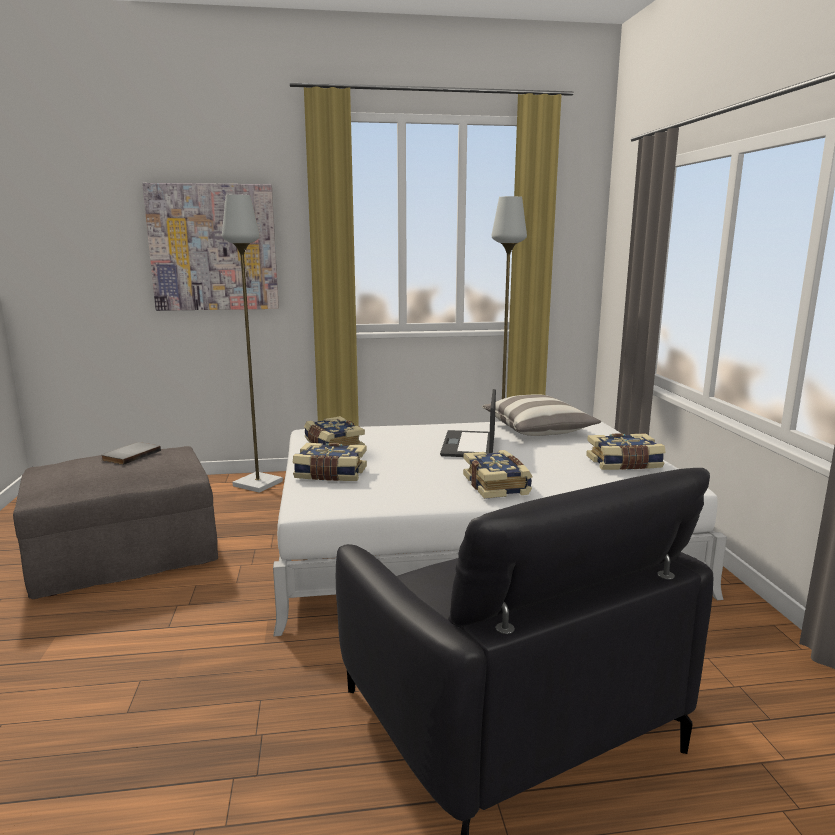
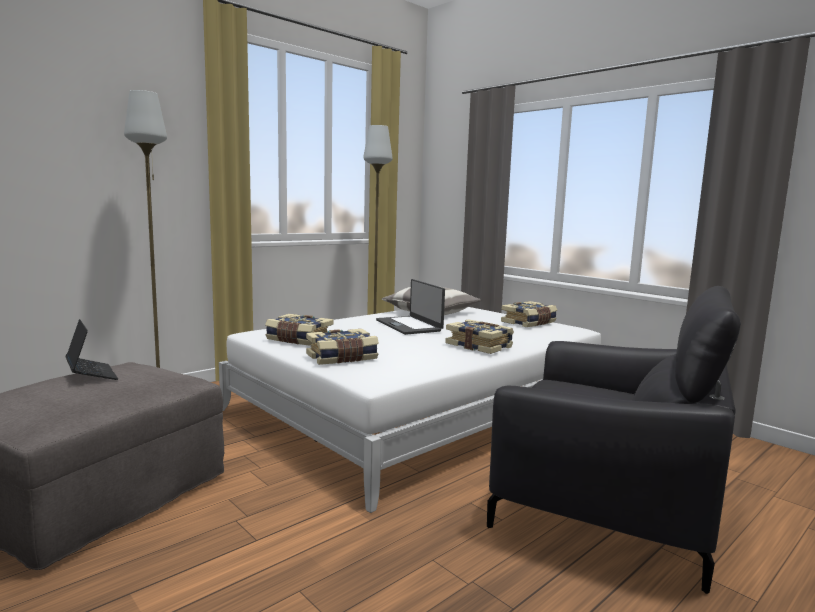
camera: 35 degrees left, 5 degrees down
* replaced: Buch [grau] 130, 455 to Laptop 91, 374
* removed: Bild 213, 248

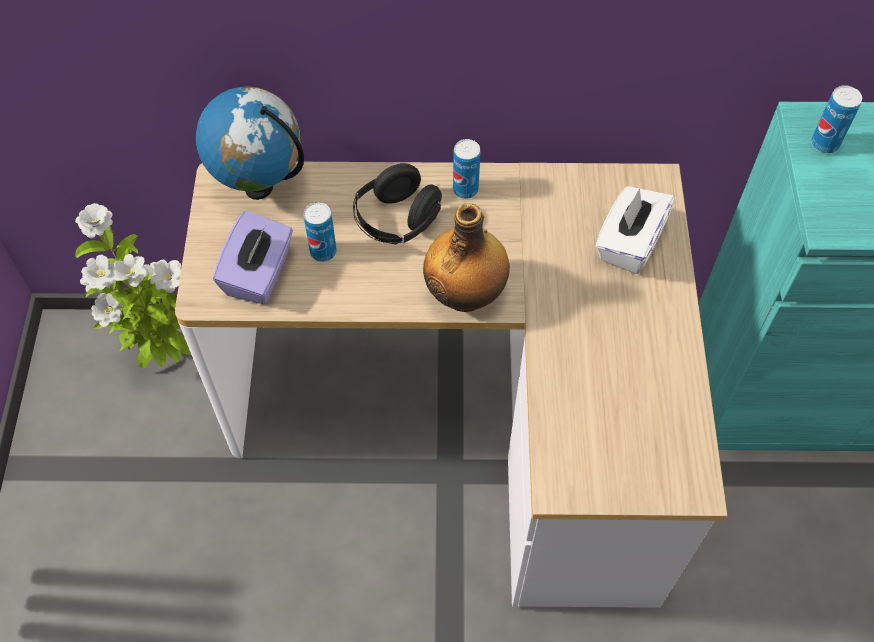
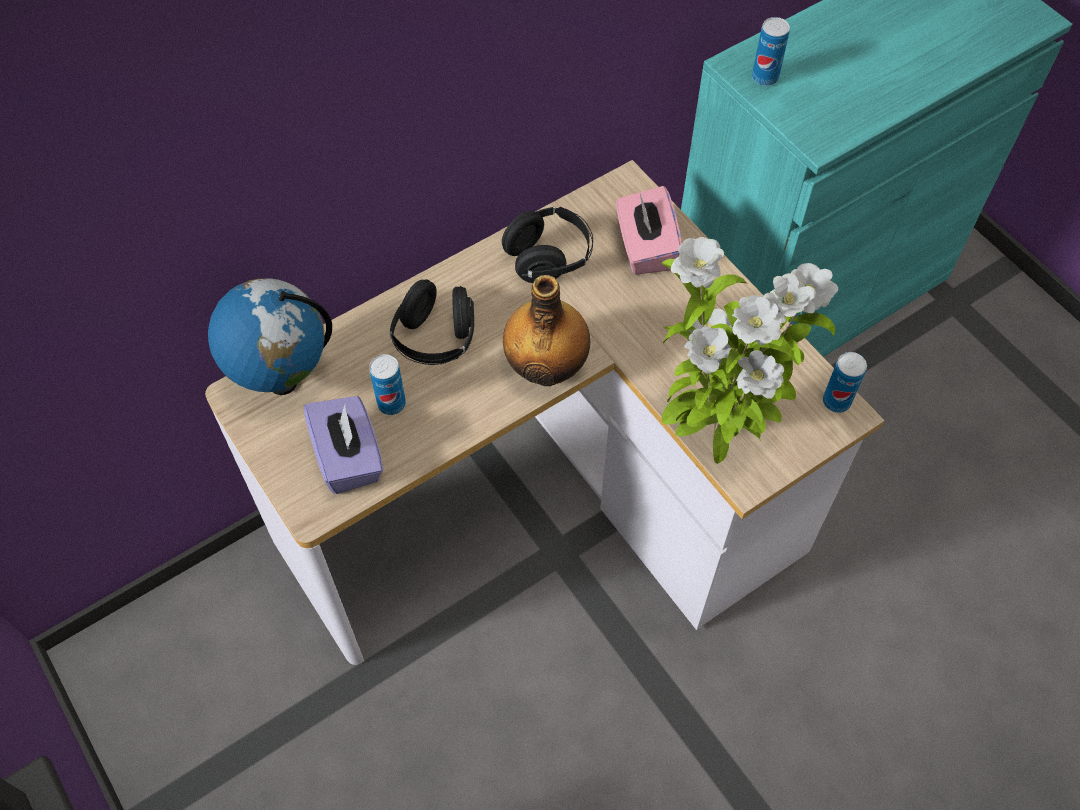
camera: 35 degrees left, 0 degrees up
* added: Kopfhörer [schwarz] 549, 258
* recoloured: Taschentuchbox [weiß] 629, 243 to Taschentuchbox [rosa] 645, 248
* moved: Topfpflanze 164, 354 to 715, 437
* moved: Dose 465, 189 to 836, 401

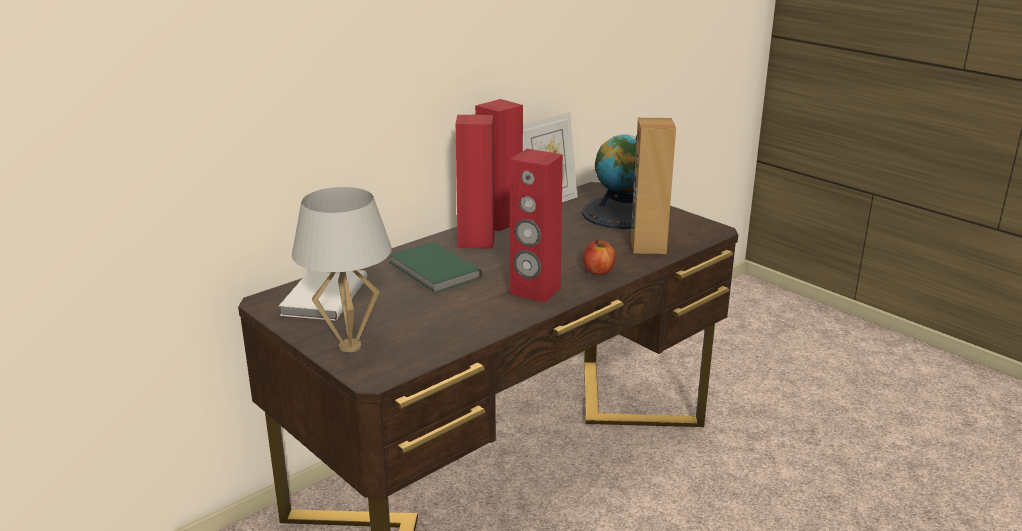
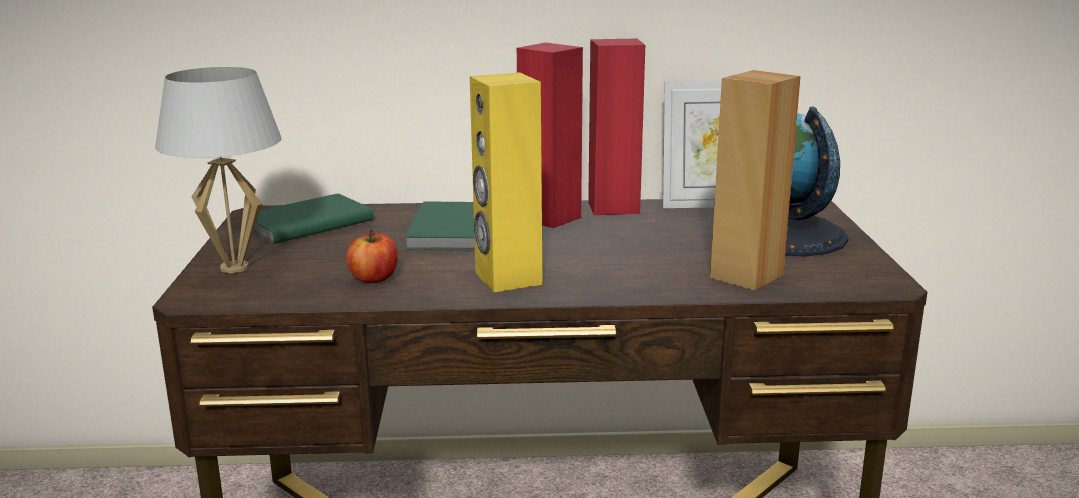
camera: 40 degrees right, 5 degrees down
* recoloured: Buch [weiß] 322, 297 to Buch [grün] 305, 223
* moved: Apfel 598, 271 to 374, 278
* recoloured: Lautsprecher [rot] 535, 291 to Lautsprecher [gelb] 507, 278

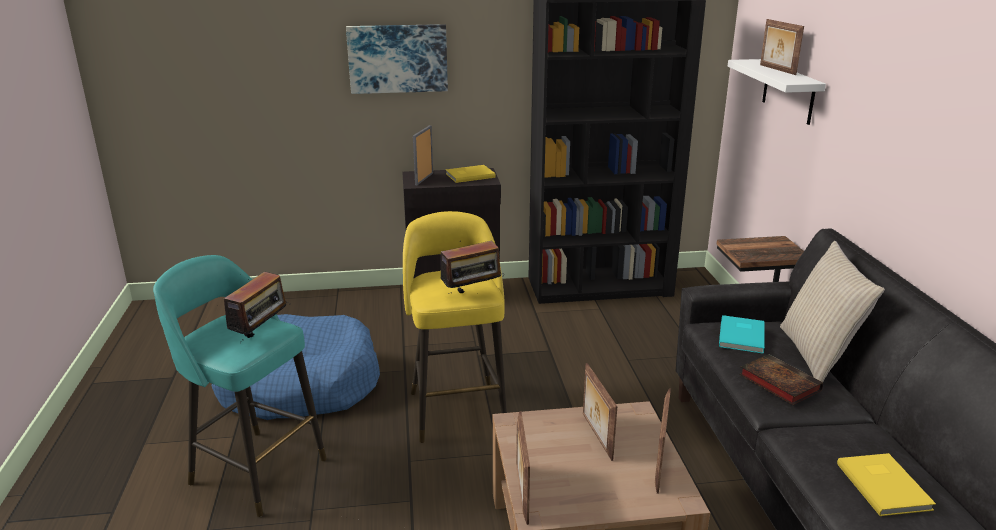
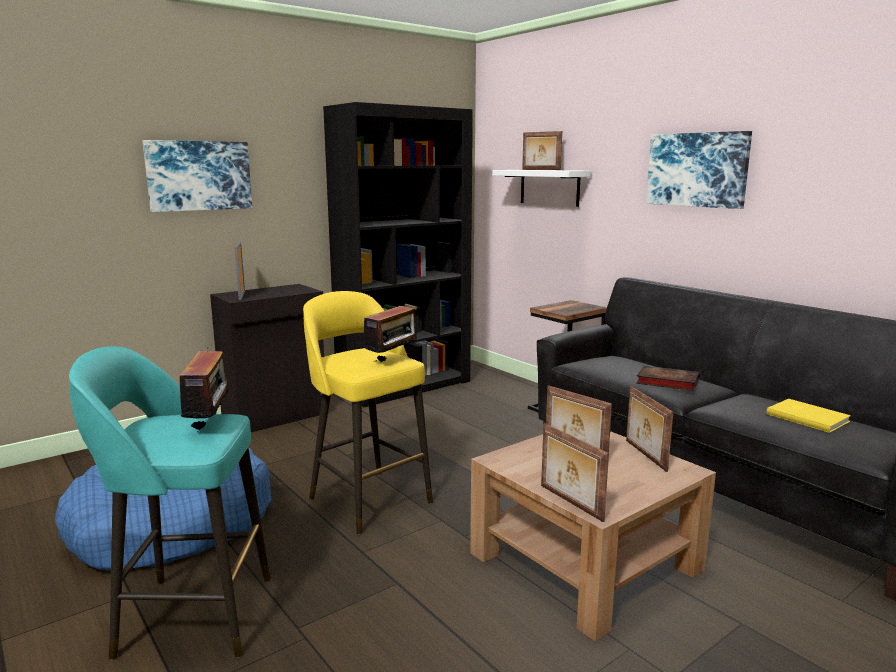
camera: 30 degrees left, 10 degrees down
* added: Bild 697, 169
* removed: Buch [gelb] 469, 175
* removed: Buch [türkis] 743, 336
* removed: Kissen [beige] 818, 355

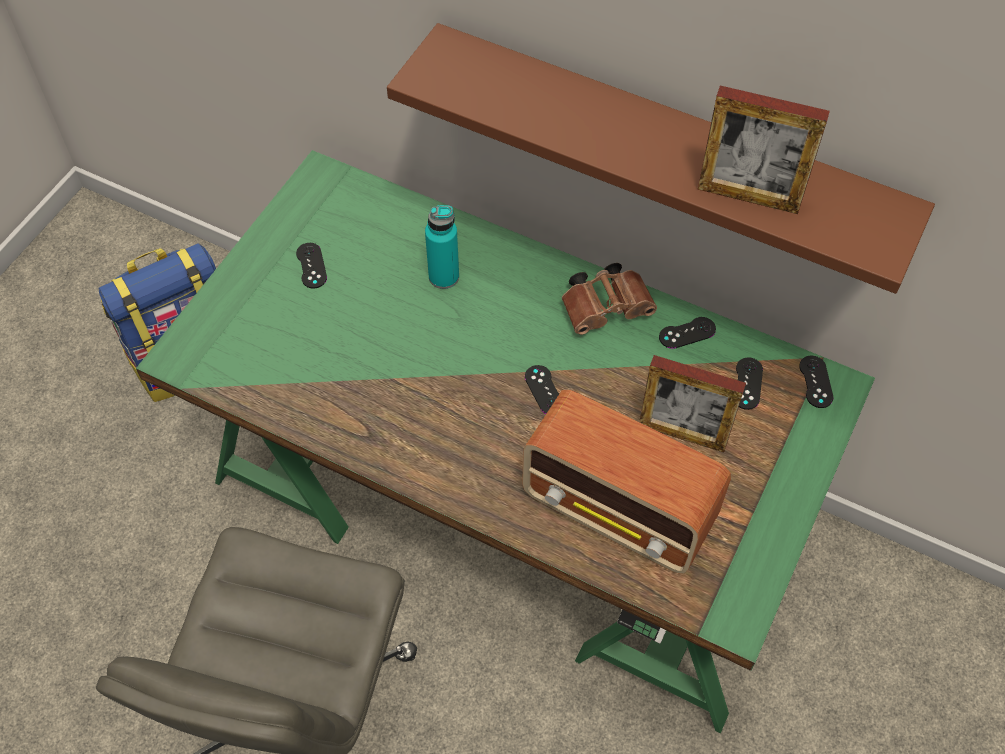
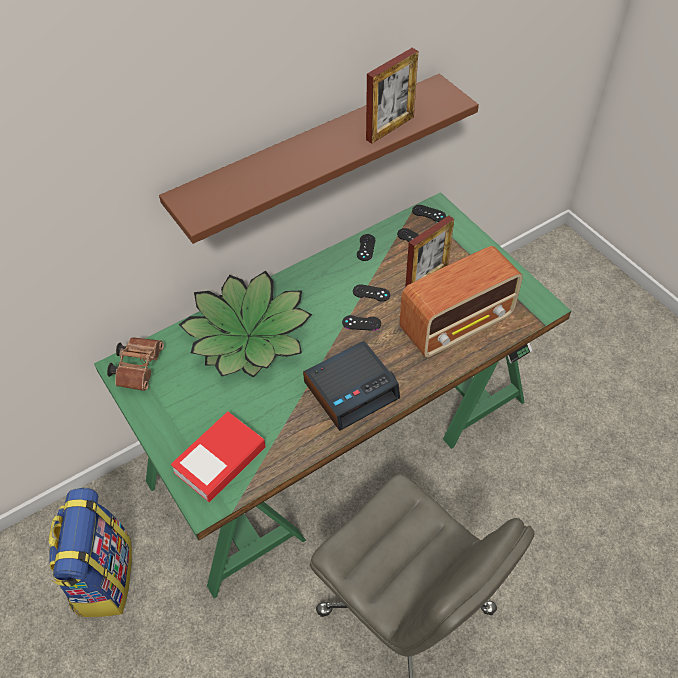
camera: 60 degrees left, 5 degrees down
* moved: Fernglas [braun] 608, 308 to 139, 367
* added: Buch 220, 460
* replaced: Flasche [türkis] 444, 277 to Topfpflanze 249, 336
* added: Wecker 351, 389
* moved: Gamepad [schwarz] 311, 265 to 371, 293

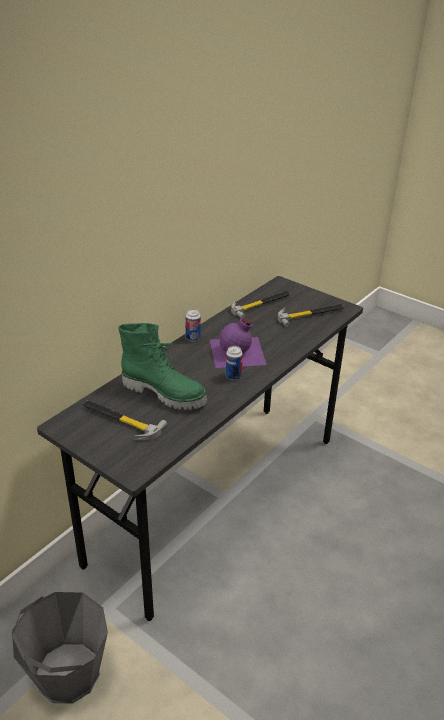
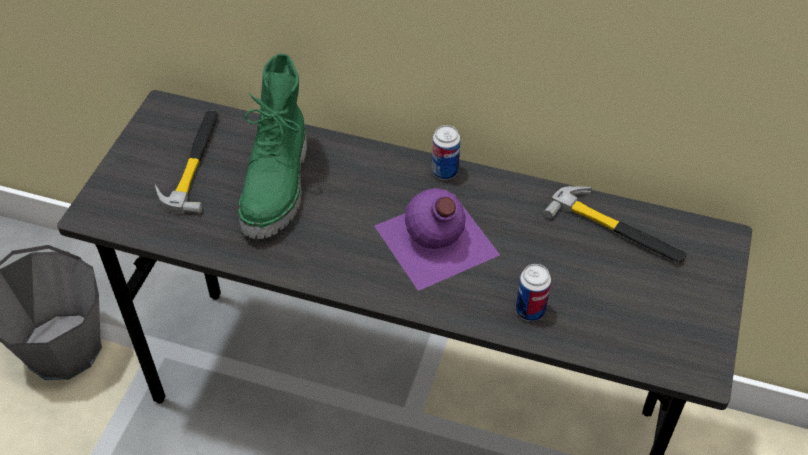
camera: 70 degrees right, 15 degrees up
* moved: Dose 233, 376 to 530, 310
* removed: Hammer 310, 314

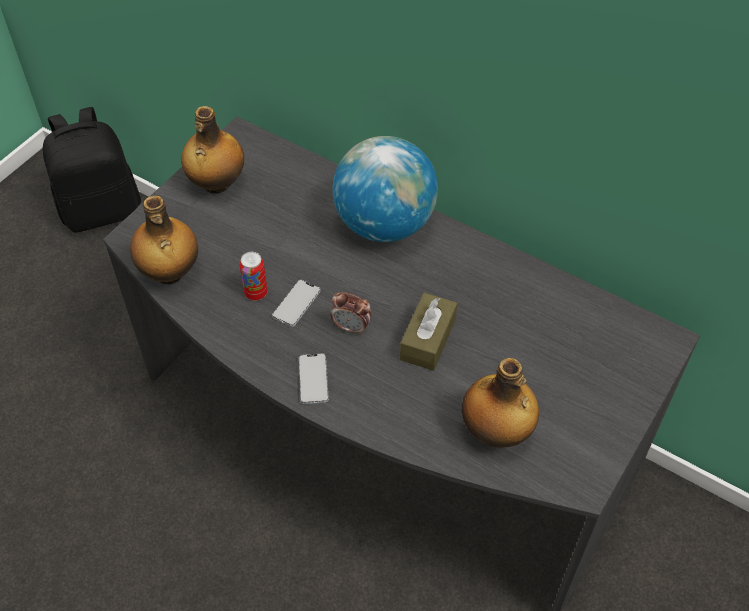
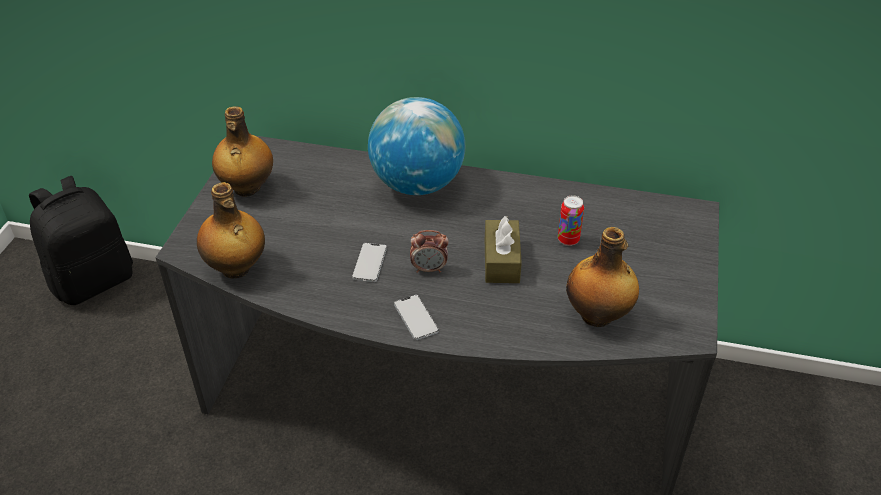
camera: 20 degrees left, 10 degrees down
* moved: Dose 256, 293 to 568, 240

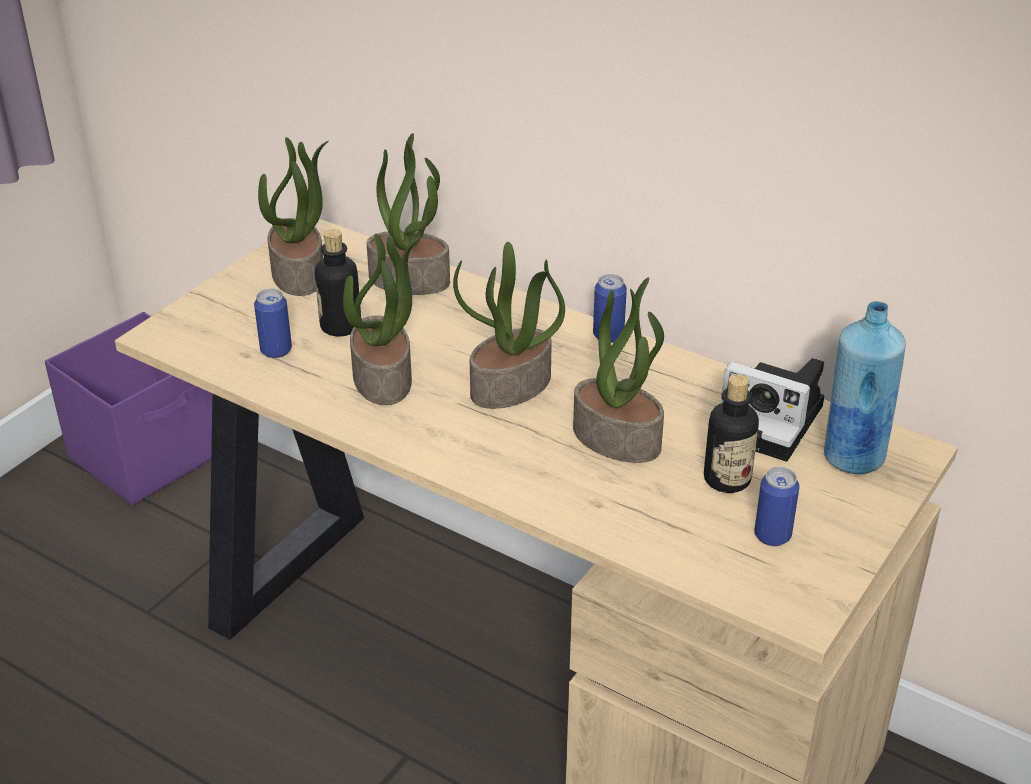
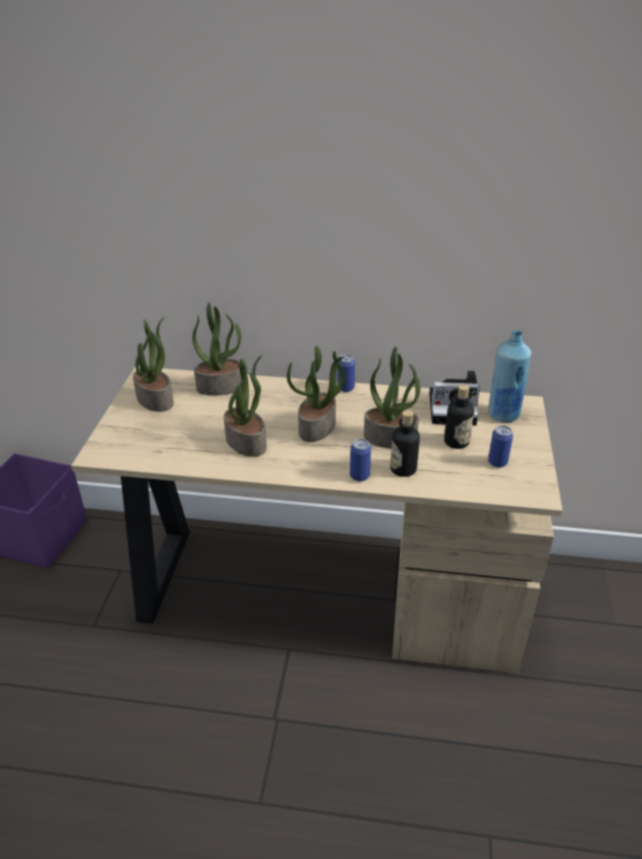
camera: 25 degrees left, 0 degrees up
* moved: Dose 276, 350 to 359, 476
* moved: Flasche 340, 326 to 403, 469

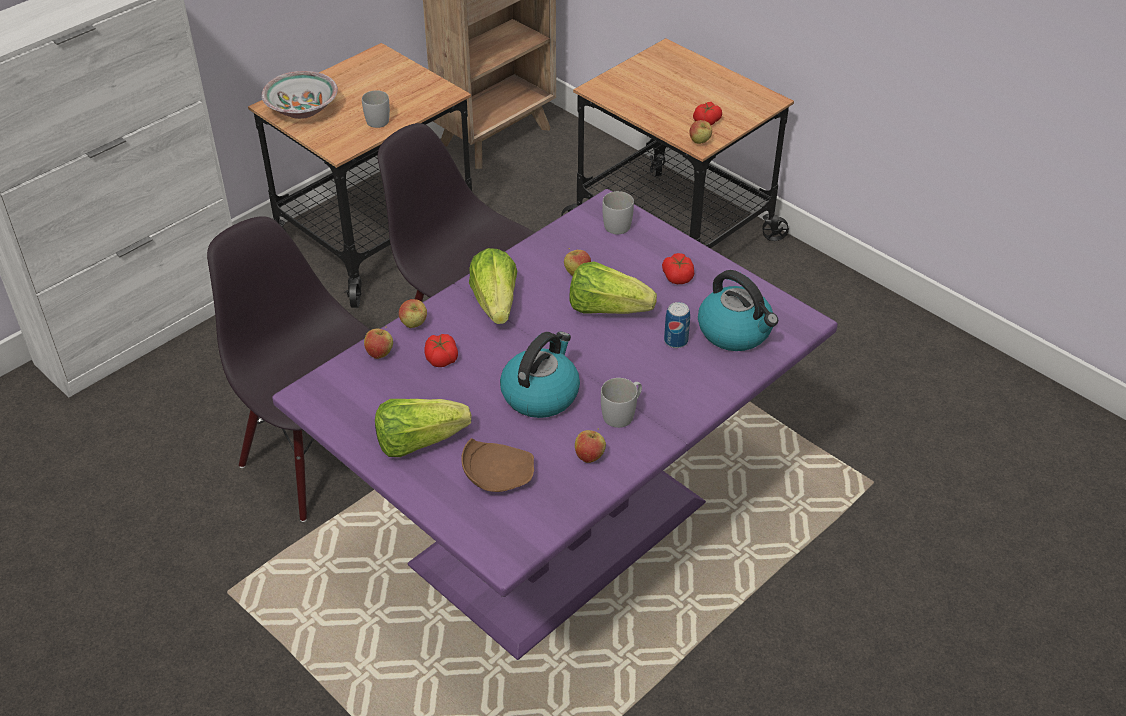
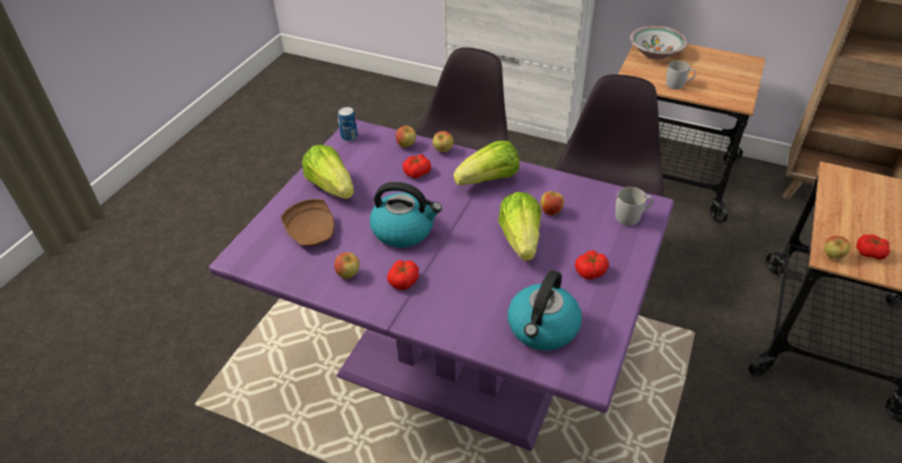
camera: 70 degrees right, 0 degrees up
* moved: Dose 676, 341 to 349, 137
* replaced: Henkelbecher [weiß] 623, 413 to Tomate 404, 281

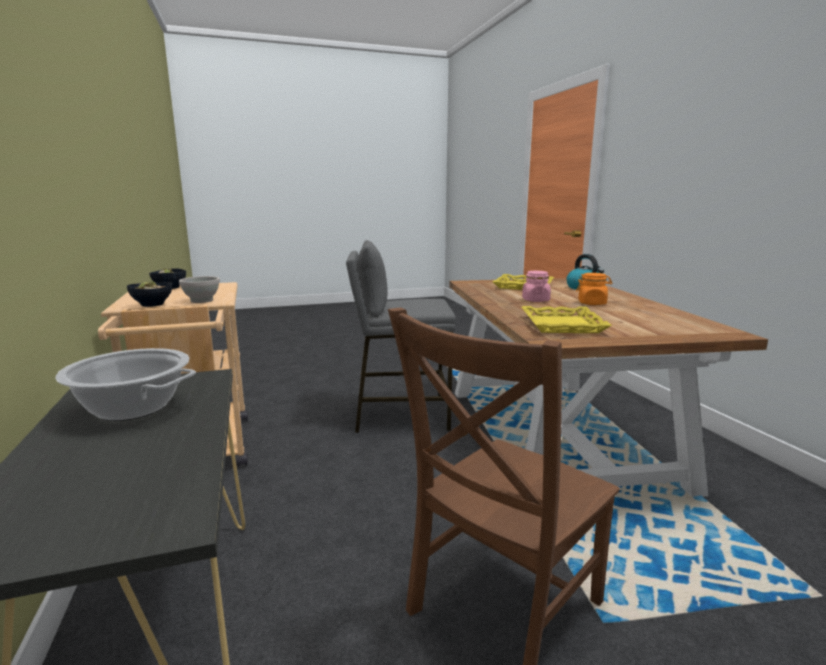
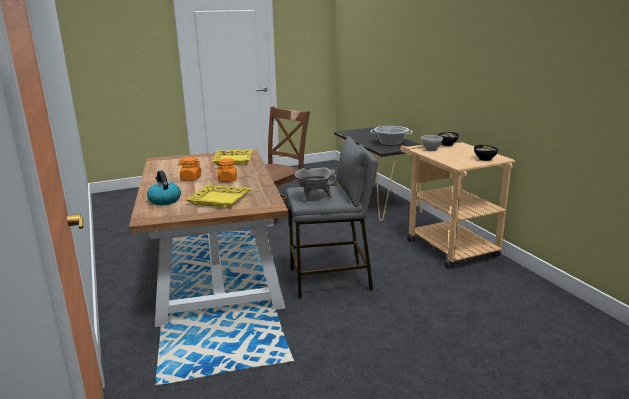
camera: 175 degrees right, 5 degrees up
* recoloured: Vorratsglas [rosa] 535, 300 to Vorratsglas [orange] 227, 180
* added: Kochtopf [grau] 314, 197

